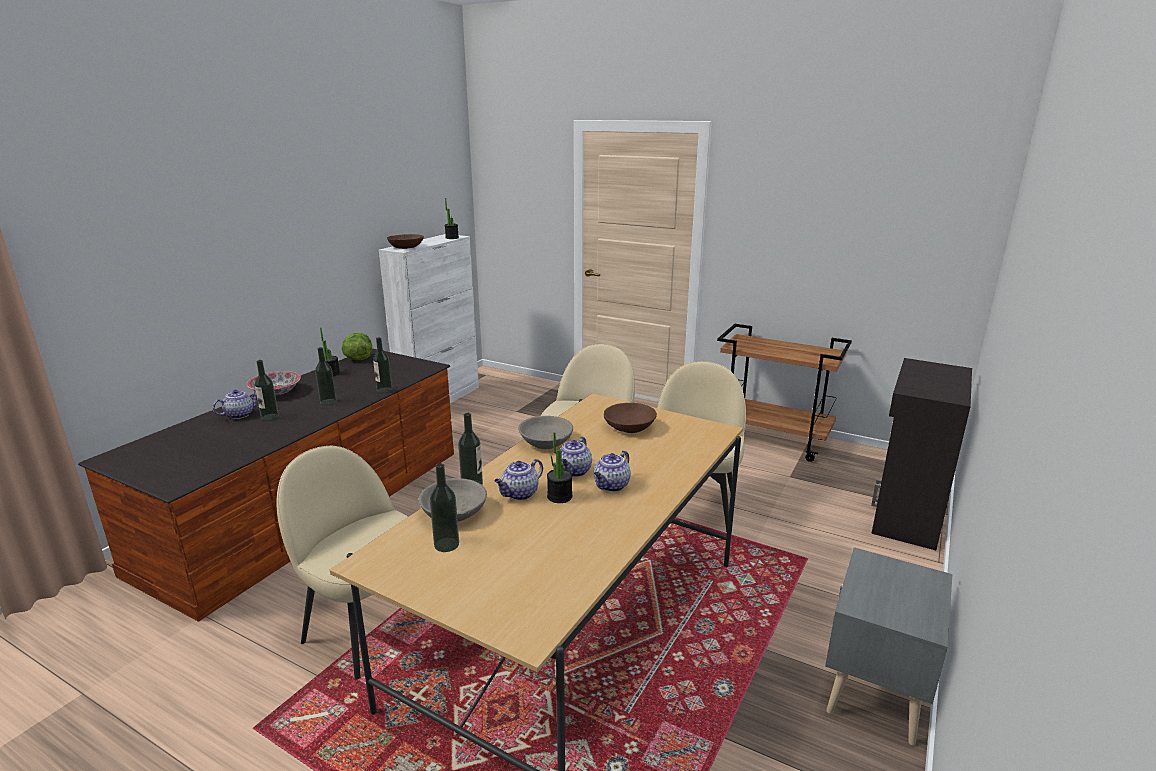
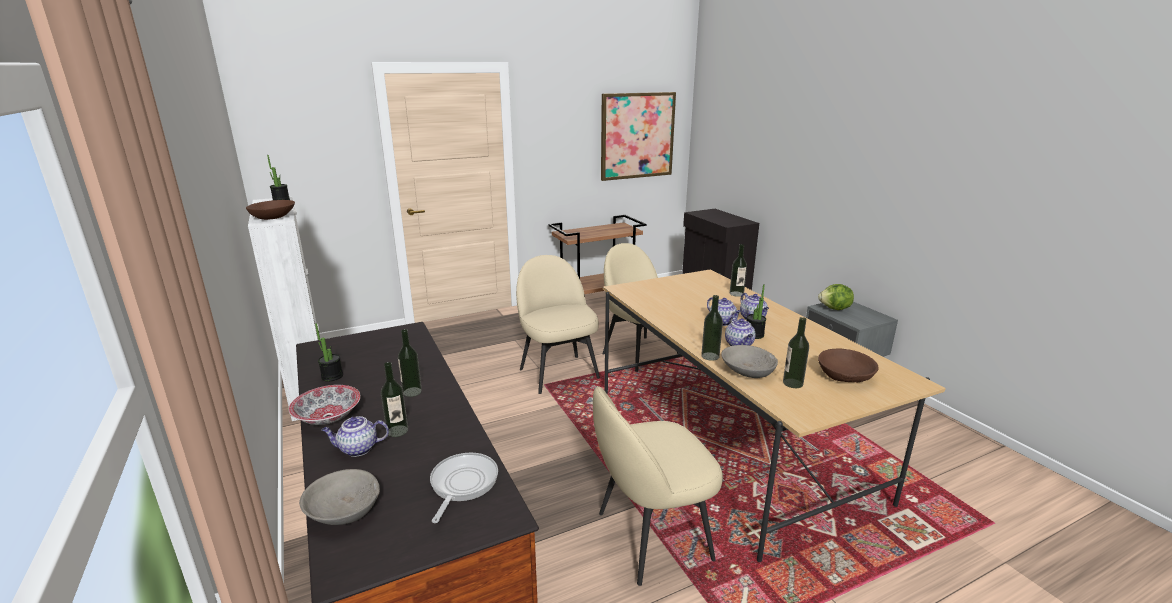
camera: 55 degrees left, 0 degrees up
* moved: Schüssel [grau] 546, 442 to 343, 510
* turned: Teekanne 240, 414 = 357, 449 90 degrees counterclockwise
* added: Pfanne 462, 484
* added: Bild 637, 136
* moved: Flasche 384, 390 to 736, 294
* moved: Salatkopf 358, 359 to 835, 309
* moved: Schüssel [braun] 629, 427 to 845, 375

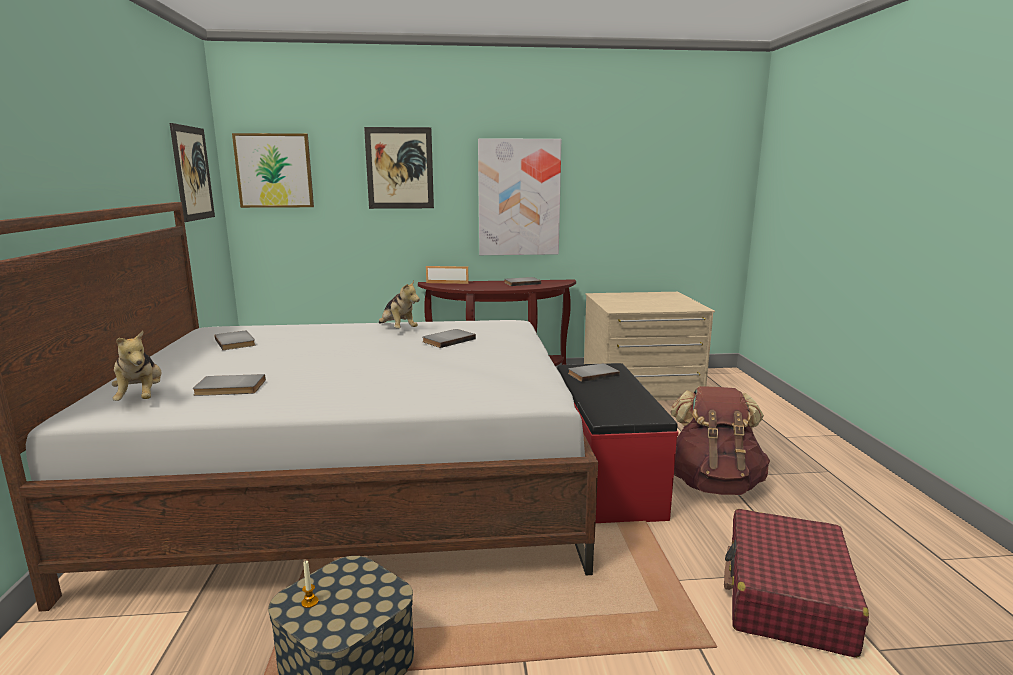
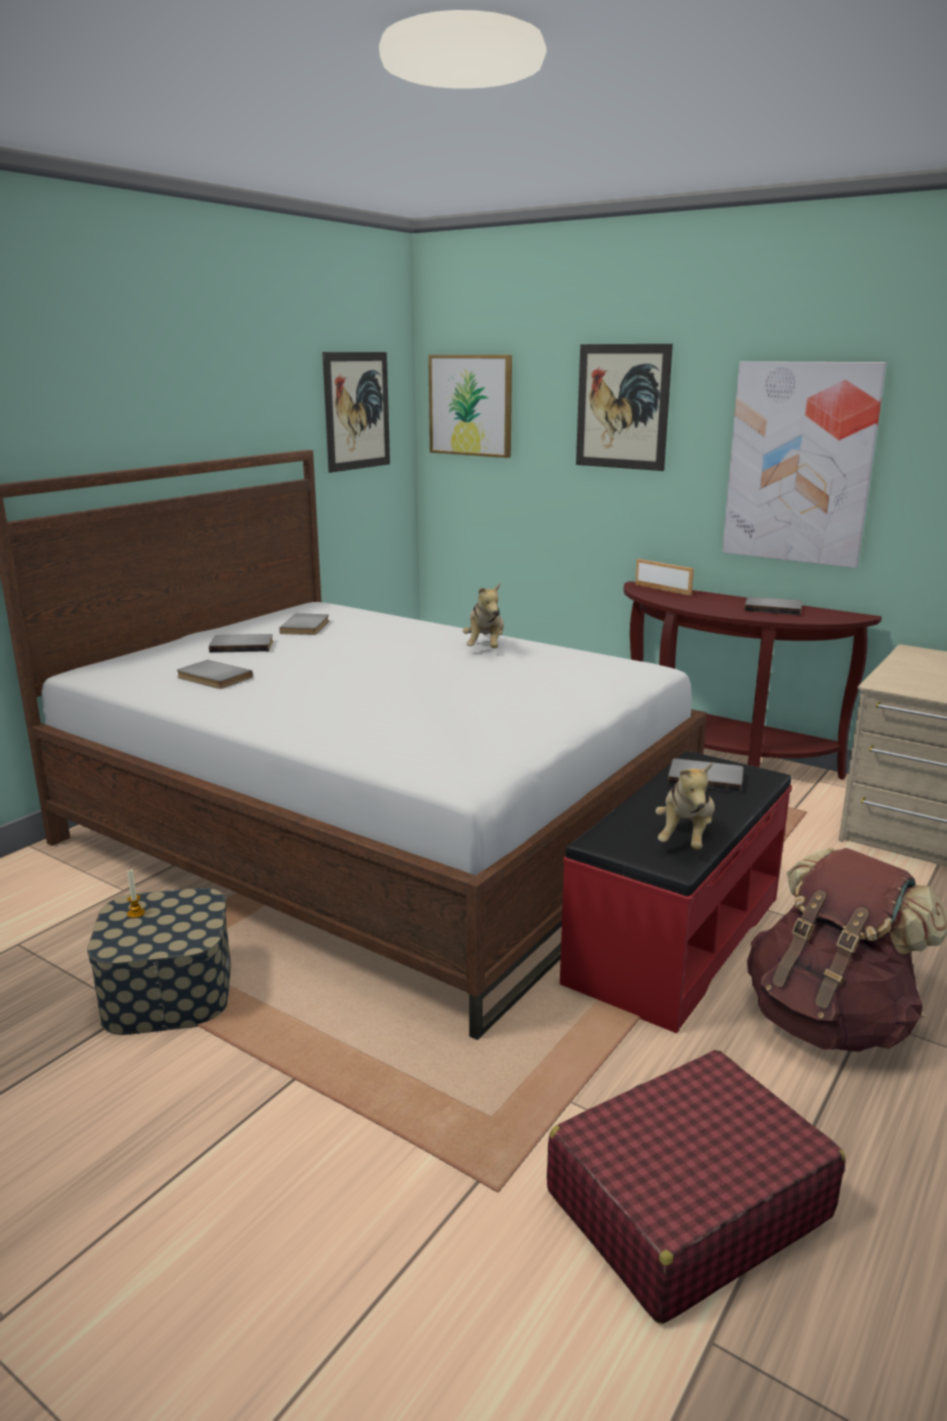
camera: 40 degrees right, 5 degrees up
* moved: Buch [grau] 447, 340 to 242, 646
* moved: Plüschtier 141, 398 to 685, 838

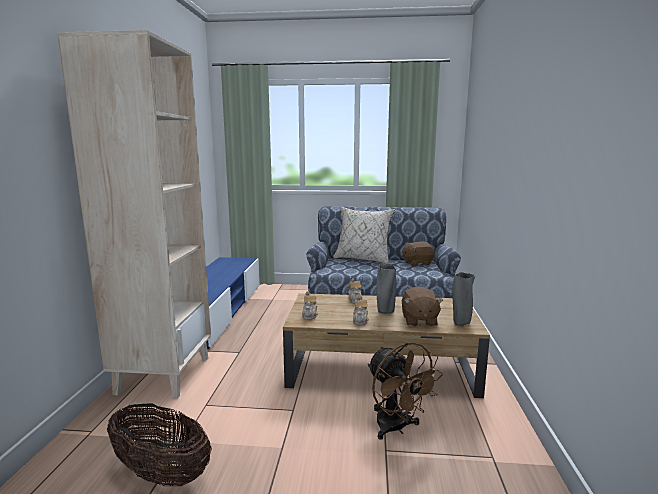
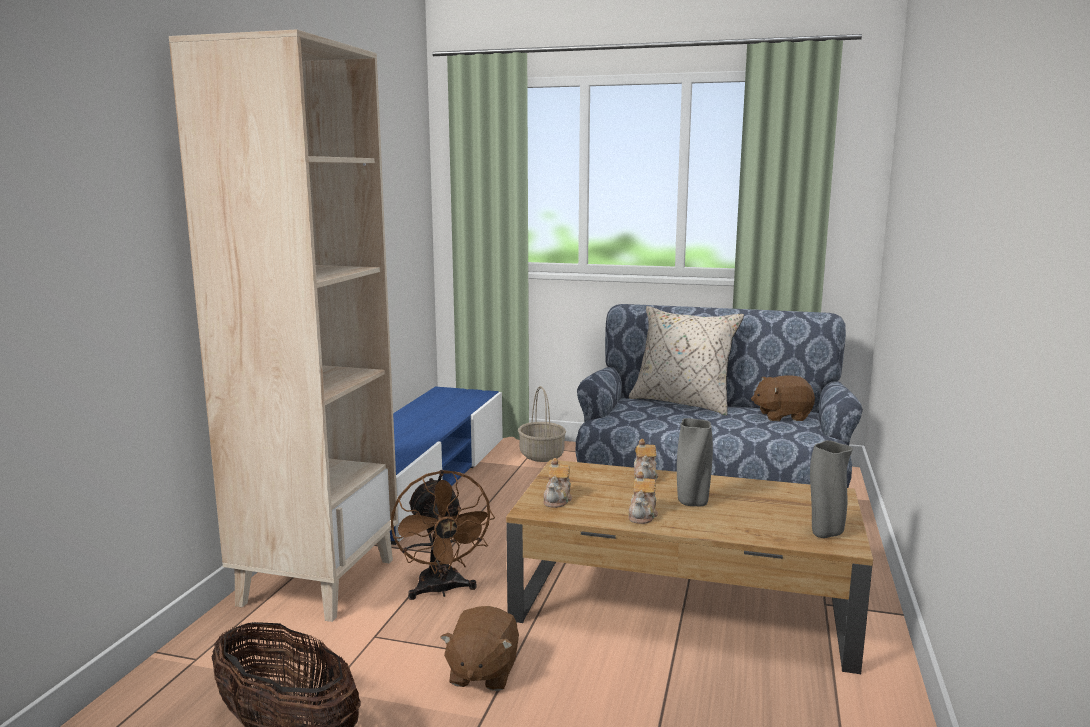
camera: 10 degrees right, 0 degrees up
* moved: Ventilator [braun] 396, 428 to 441, 590
* moved: Plüschtier [braun] 419, 321 to 482, 672
* added: Korb 541, 455

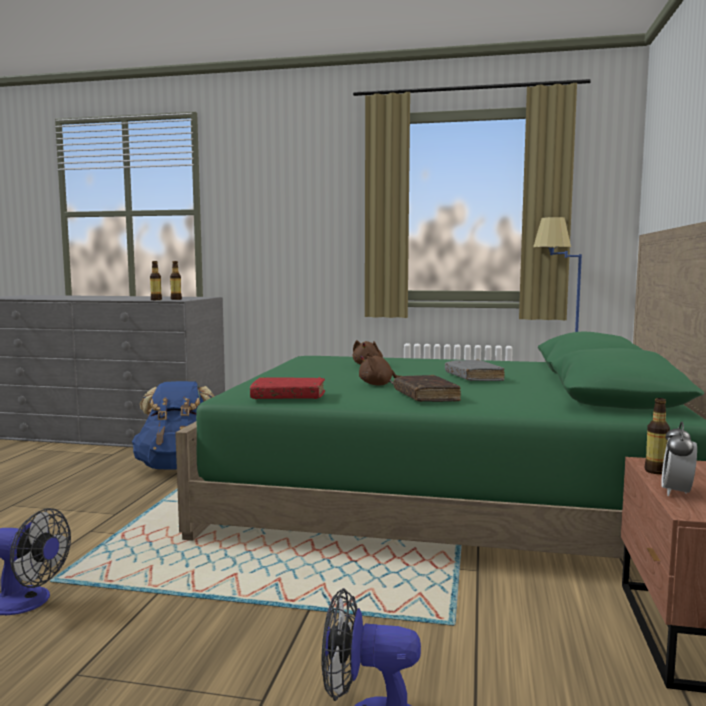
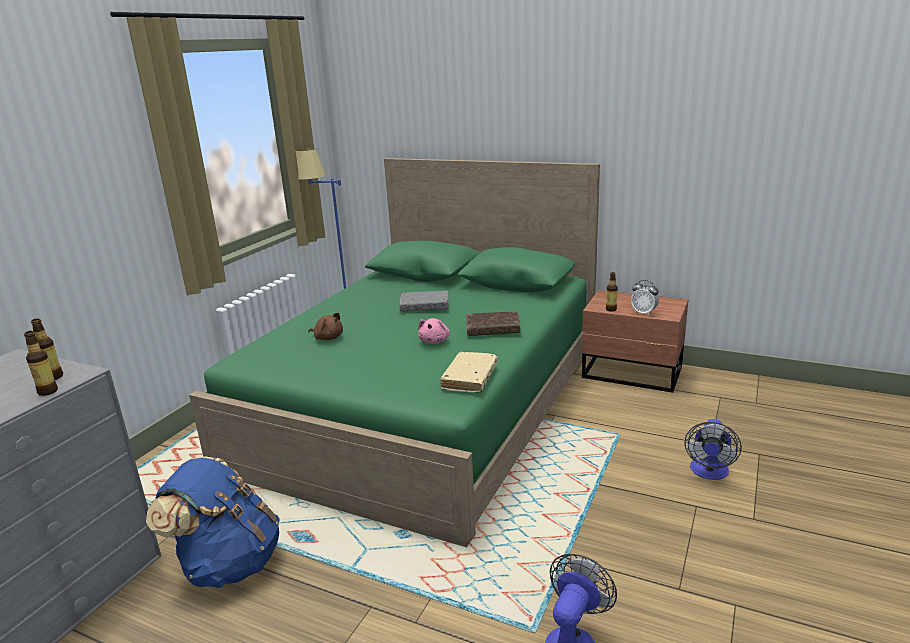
camera: 75 degrees left, 15 degrees up
* recoloured: Plüschtier [braun] 378, 385 to Plüschtier [rosa] 434, 341
* recoloured: Buch [rot] 288, 397 to Buch [beige] 470, 378

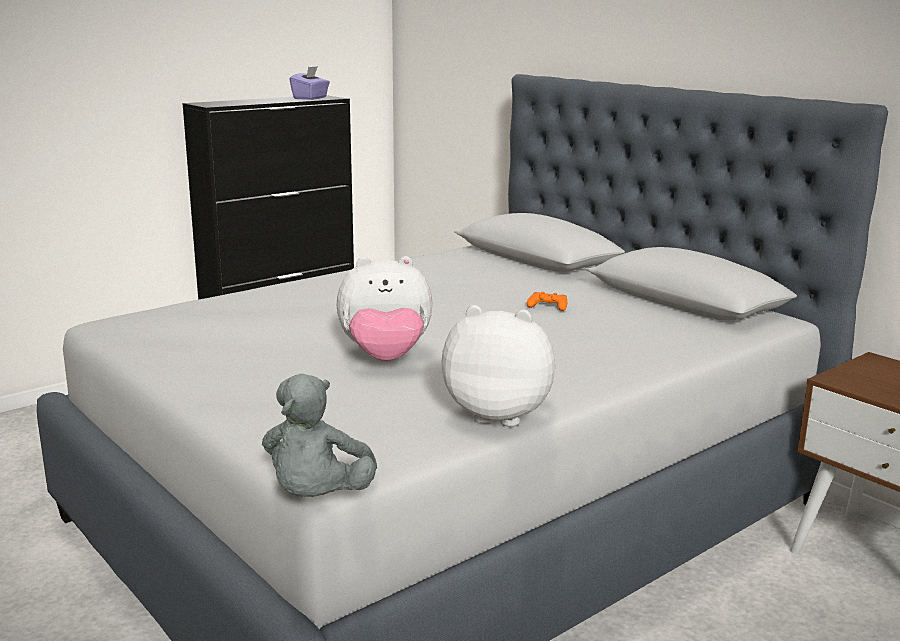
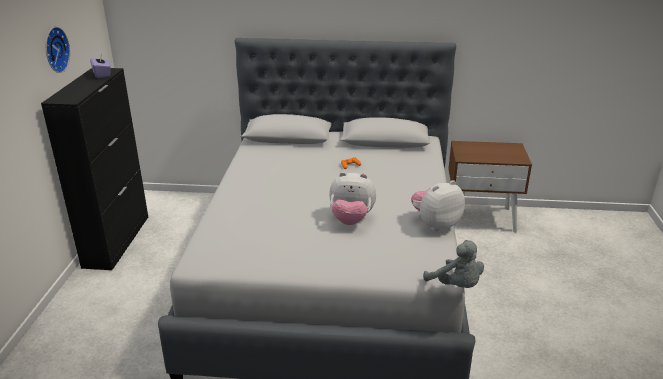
camera: 45 degrees left, 10 degrees up
* added: Wanduhr 54, 49
* turned: Plüschtier 385, 358 = 351, 220 60 degrees clockwise

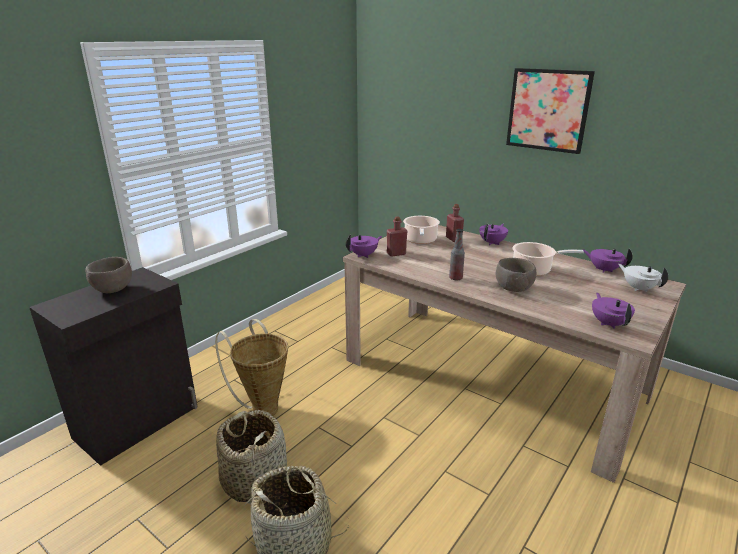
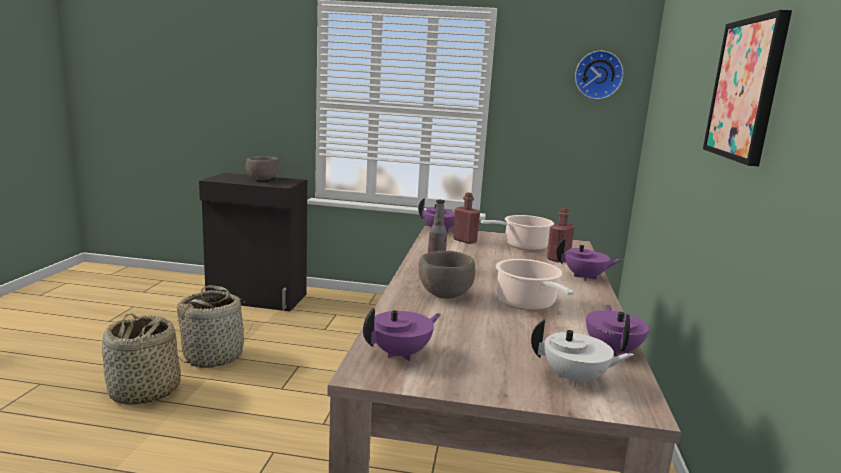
camera: 60 degrees right, 10 degrees down
* turned: Teekanne [weiß] 638, 288 = 575, 379 75 degrees clockwise
* added: Wanduhr 598, 75
* removed: Korb 262, 407

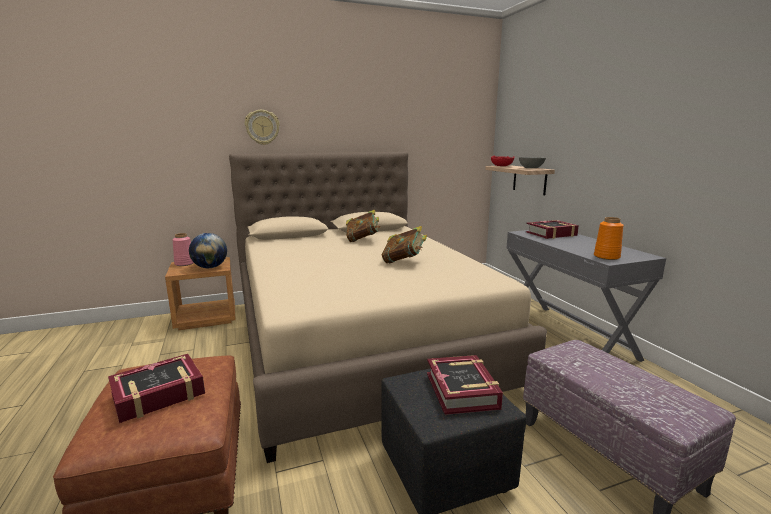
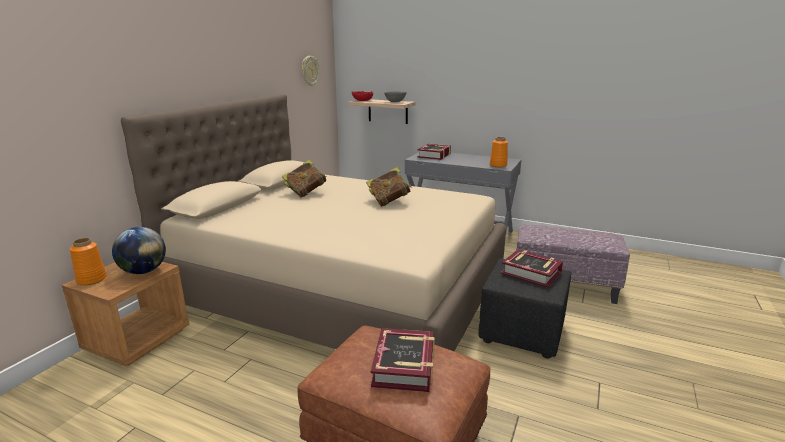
camera: 45 degrees left, 5 degrees up
* recoloured: Vase [rosa] 184, 263 to Vase [orange] 91, 279
* moved: Wanduhr 262, 127 to 309, 71

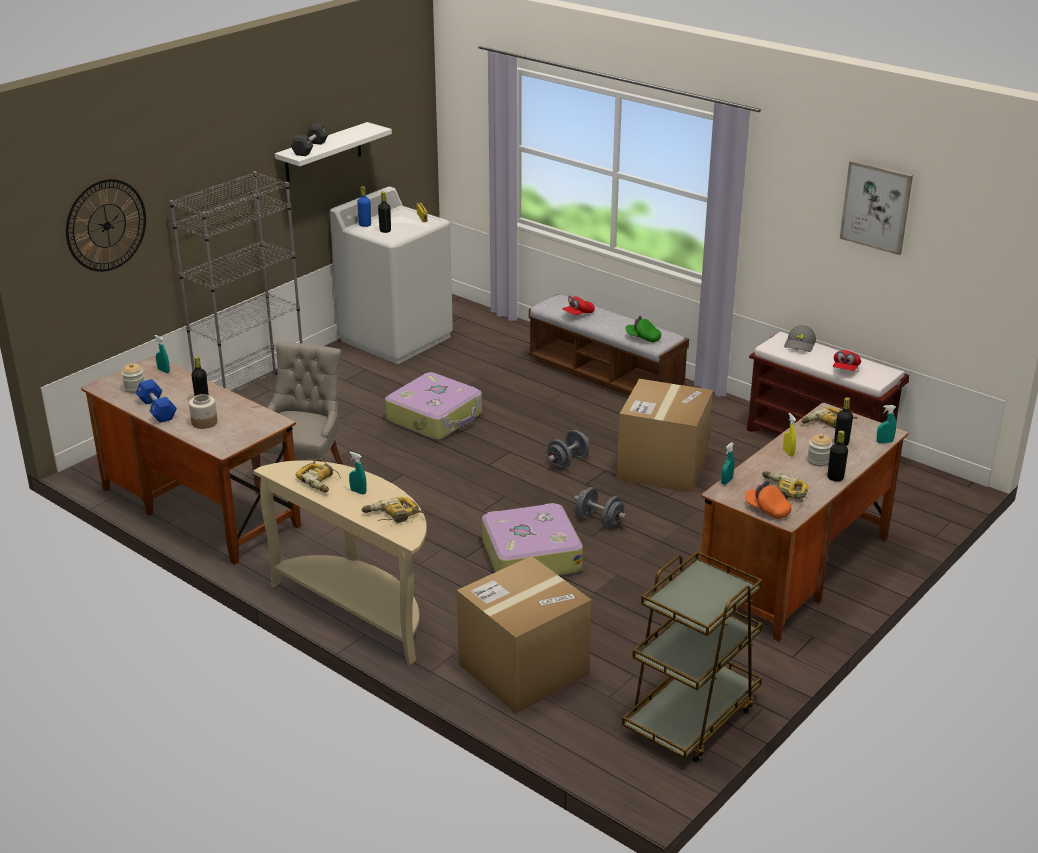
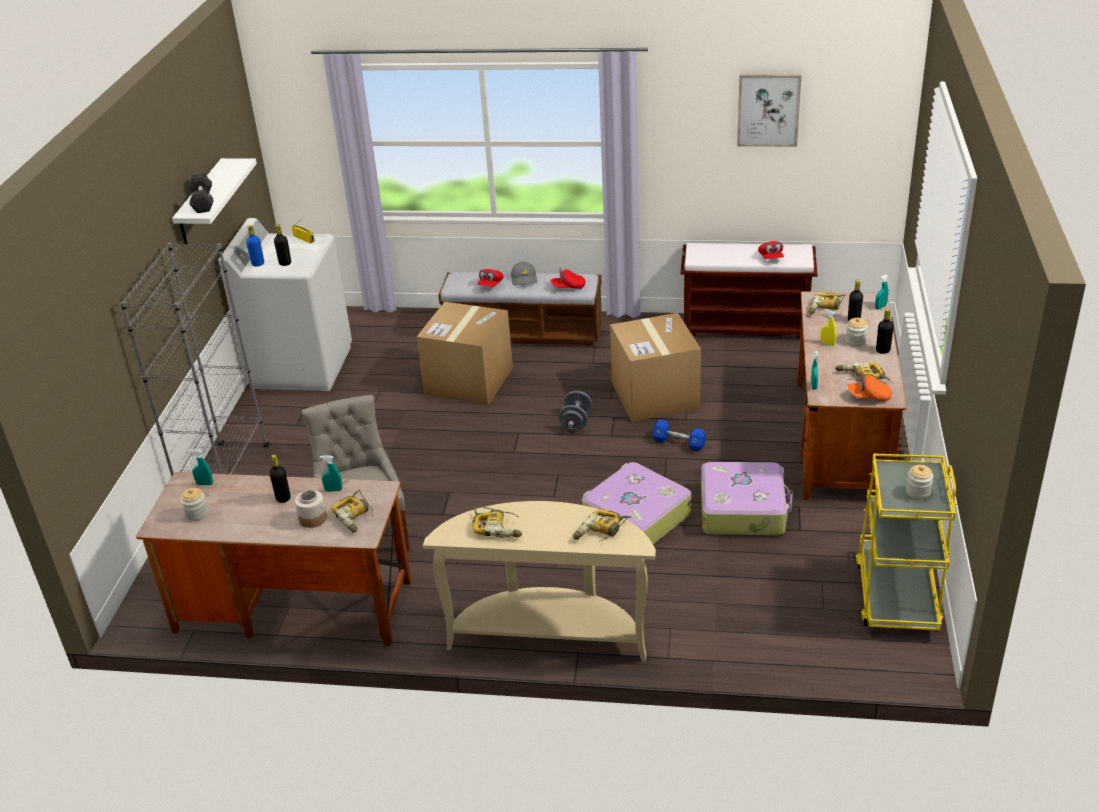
camera: 30 degrees left, 5 degrees up
* moved: Sprühflasche [türkis] 358, 492 to 333, 490
* added: Bohrmaschine 355, 516
* moved: Karton 523, 669 to 469, 381
* moved: Kappe [grau] 800, 345 to 524, 279
* recoloured: Kappe [grün] 643, 338 to Kappe [rot] 568, 287
* moved: Hantel [blau] 157, 410 to 679, 443
* moved: Koffer 435, 417 to 743, 509
* recoloured: Rollwagen [braun] 691, 717 to Rollwagen [gelb] 897, 594
* added: Vorratsglas 918, 492
* removed: Wanduhr 106, 225
* removed: Hantel [grau] 599, 520

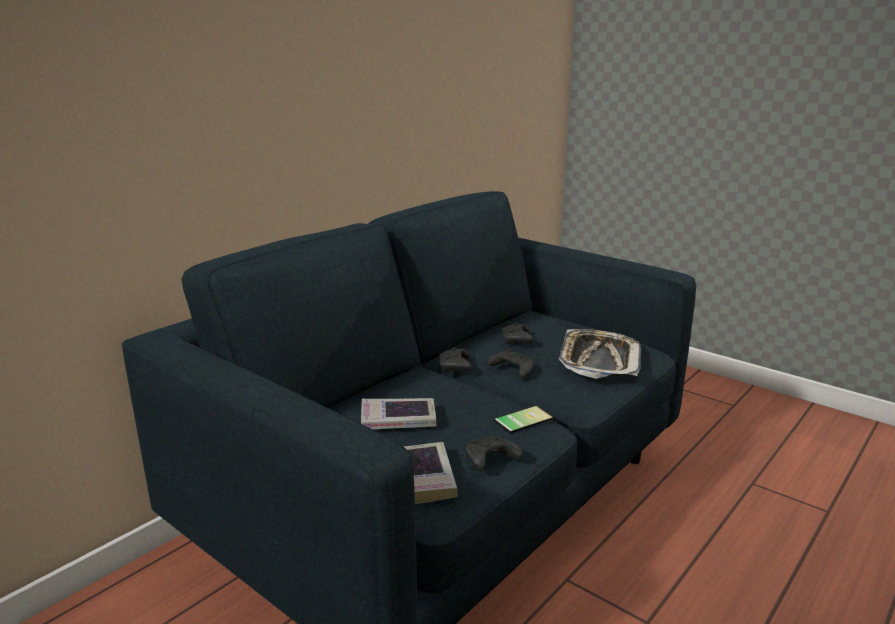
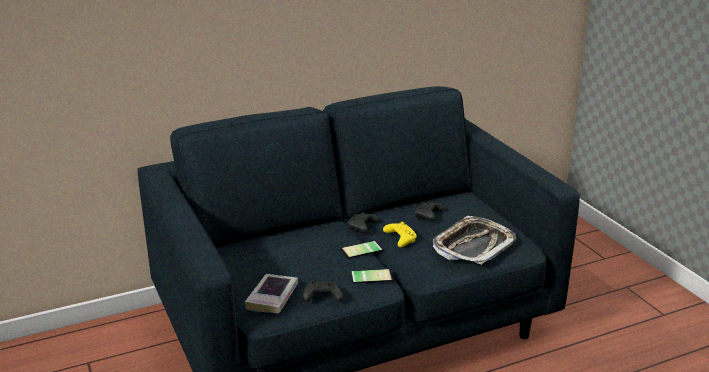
camera: 25 degrees right, 5 degrees up
* added: Handy 362, 251
* recoloured: Gamepad [schwarz] 512, 370 to Gamepad [gelb] 400, 239
* removed: Buch 398, 420

